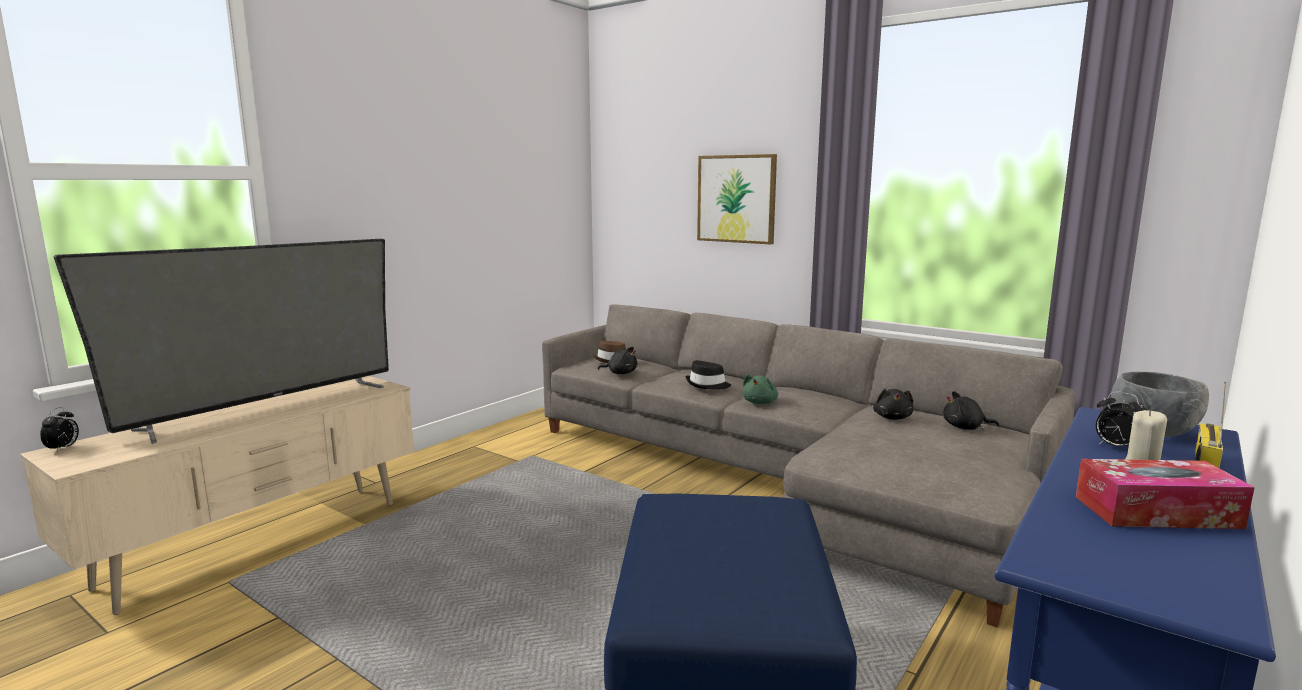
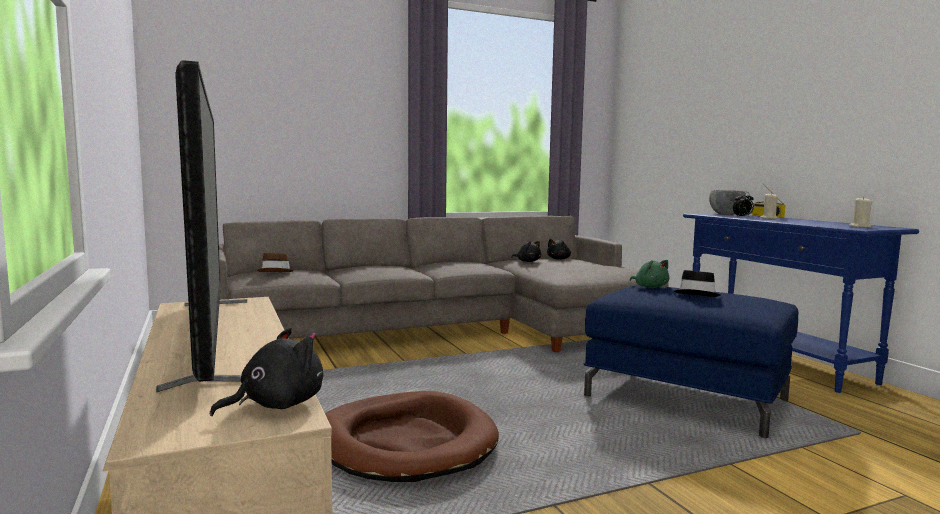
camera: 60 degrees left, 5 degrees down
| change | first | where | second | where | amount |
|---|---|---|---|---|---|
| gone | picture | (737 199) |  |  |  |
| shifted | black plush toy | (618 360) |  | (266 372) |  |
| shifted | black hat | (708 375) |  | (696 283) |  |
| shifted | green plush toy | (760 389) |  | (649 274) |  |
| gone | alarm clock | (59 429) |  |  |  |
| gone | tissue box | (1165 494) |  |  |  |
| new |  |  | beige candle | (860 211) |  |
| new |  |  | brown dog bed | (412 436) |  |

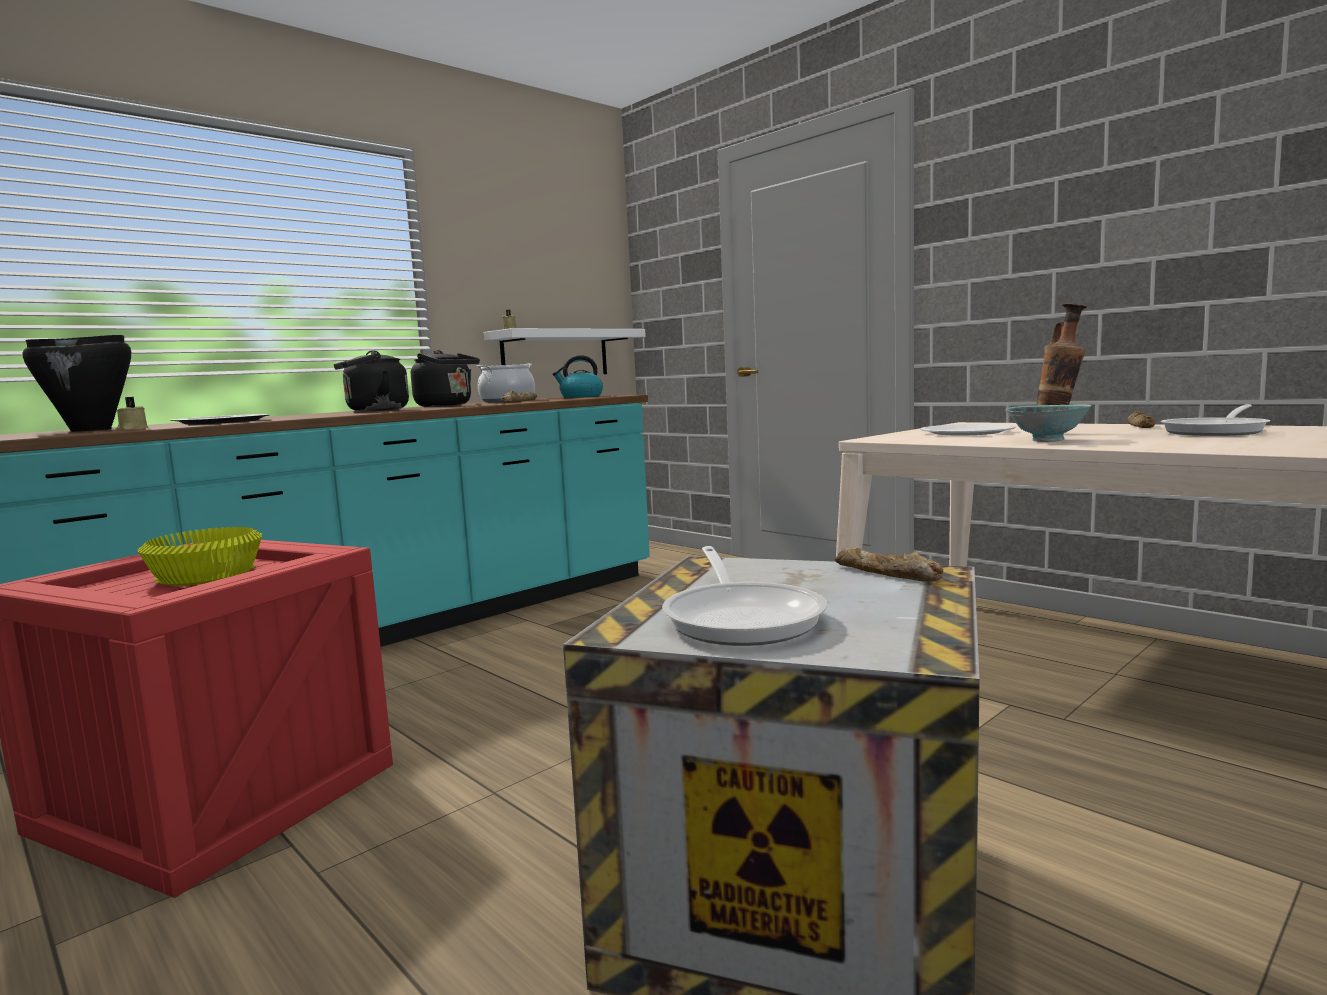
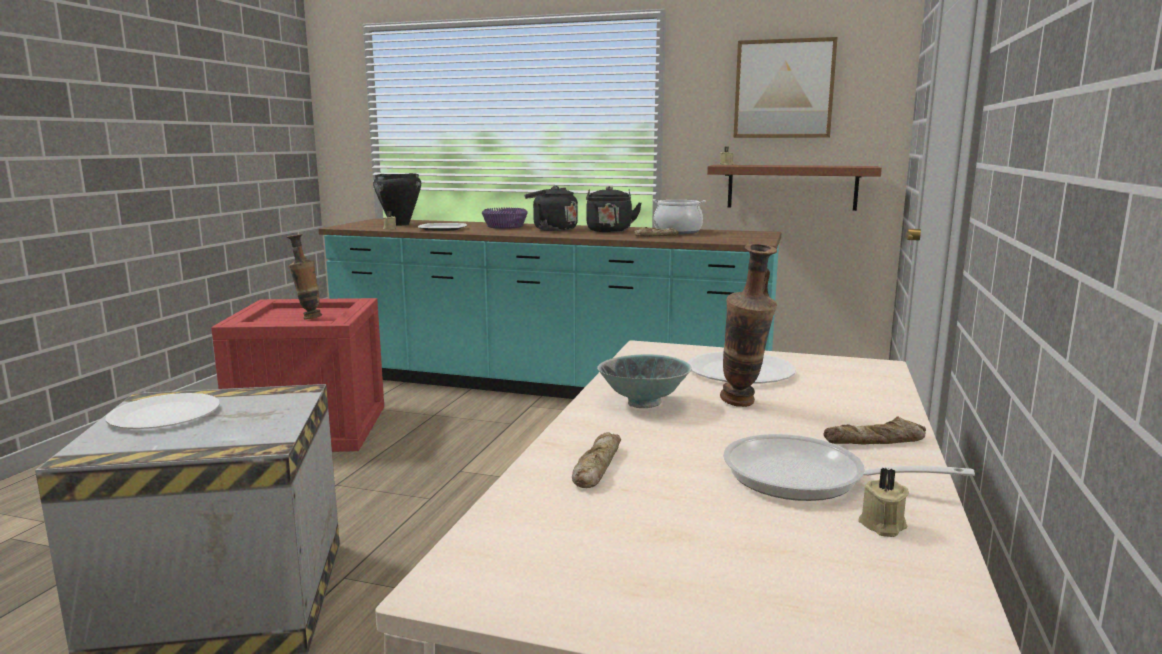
camera: 60 degrees right, 5 degrees up
| change | first | where | second | where | amount |
|---|---|---|---|---|---|
| repainted | white shelf | (565 351) | brown shelf | (794 188) |  |
| gone | kettle | (578 376) |  |  |  |
| swapped | yellow bowl | (199 556) | vase | (304 277) |  |
| swapped | frying pan | (744 596) | white plate | (162 411) |  |
| shifted | bread | (889 565) |  | (596 460) |  |
| new |  |  | picture | (786 87) |  |
| new |  |  | purple bowl | (505 218) |  |
| new |  |  | beige candle | (883 502) |  |

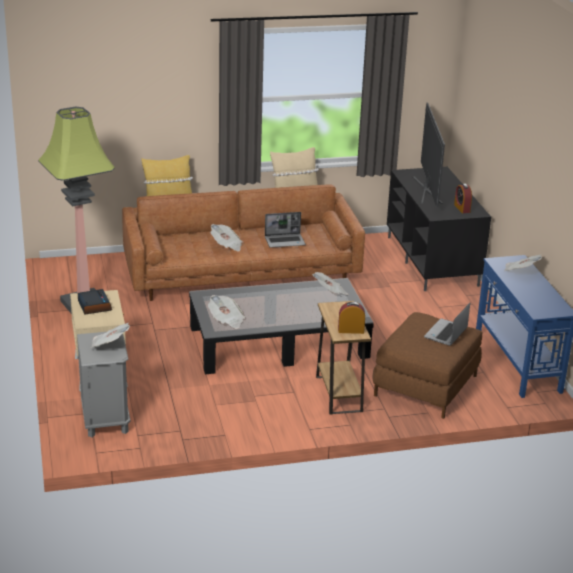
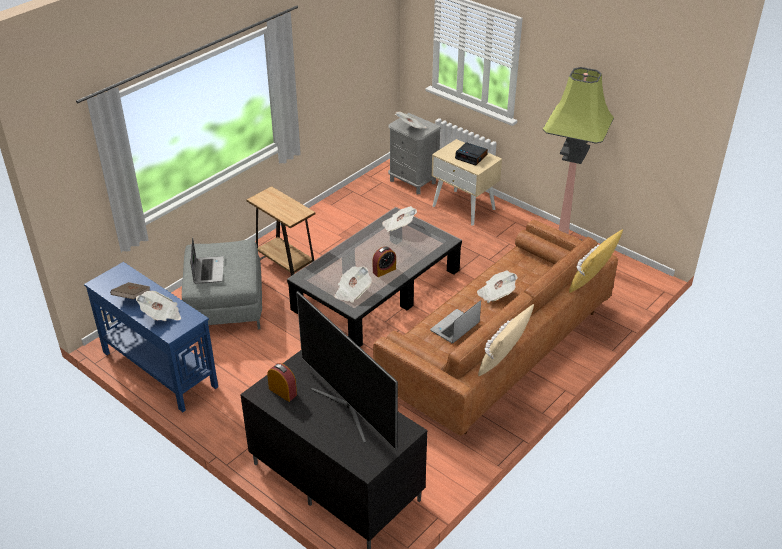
camera: 145 degrees right, 10 degrees up
| change | first | where | second | where | amount |
|---|---|---|---|---|---|
| shifted | alarm clock | (351 318) |  | (384 261) |  |
| repainted | brown ottoman | (427 365) | grey ottoman | (222 284) |  |
| new |  |  | brown book | (130 290) |  |

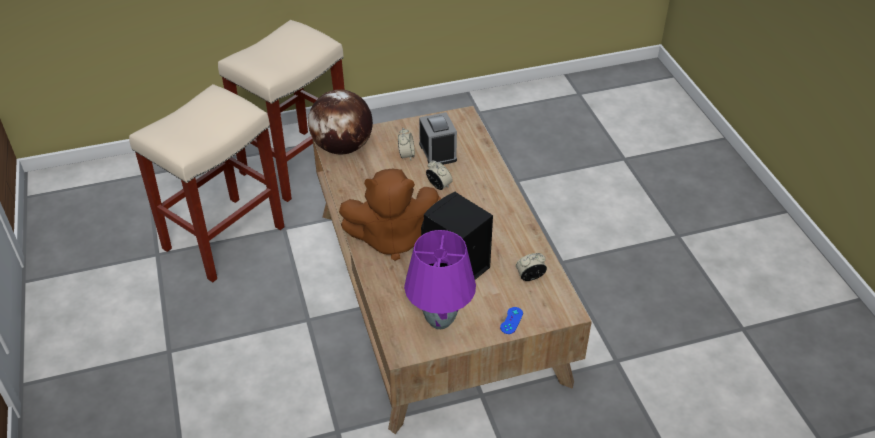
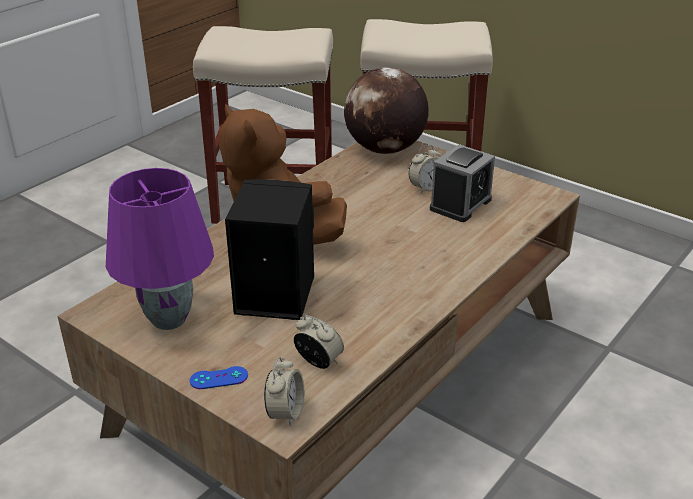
camera: 55 degrees right, 10 degrees down
| change | first | where | second | where | amount |
|---|---|---|---|---|---|
| shifted | alarm clock | (439 175) |  | (284 392) |  |

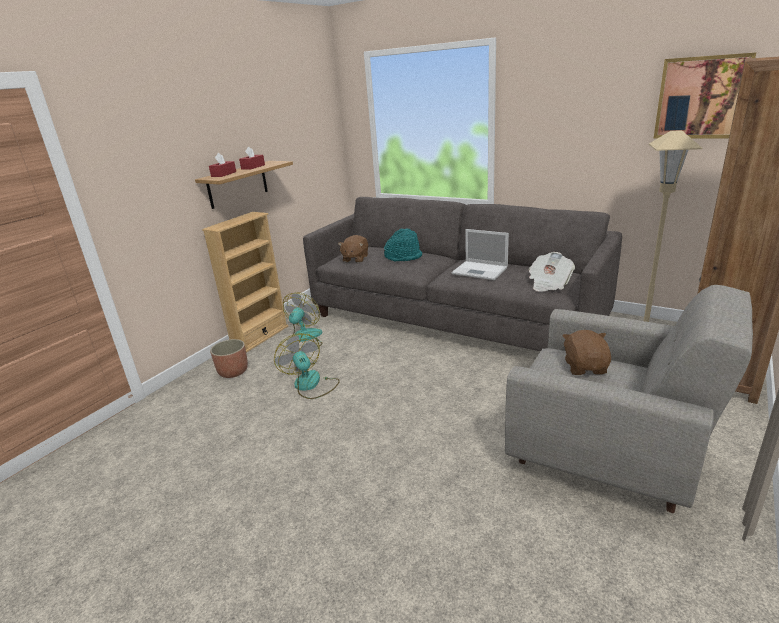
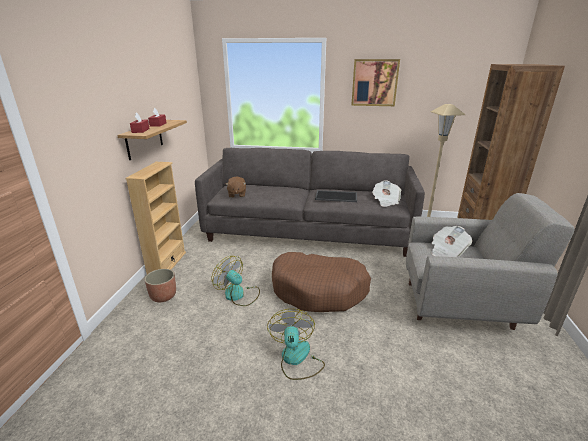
camera: 25 degrees left, 0 degrees up
| change | first | where | second | where | amount |
|---|---|---|---|---|---|
| shifted | picture | (704 95) |  | (375 82) |  |
| gone | turquoise hat | (403 244) |  |  |  |
| swapped | laptop | (480 254) | tray | (336 196) |  |
| shifted | fan | (302 320) |  | (296 344) |  |
| swapped | brown plush toy | (586 352) | newspaper | (451 241) |  |
| new |  |  | brown dog bed | (321 282) |  |

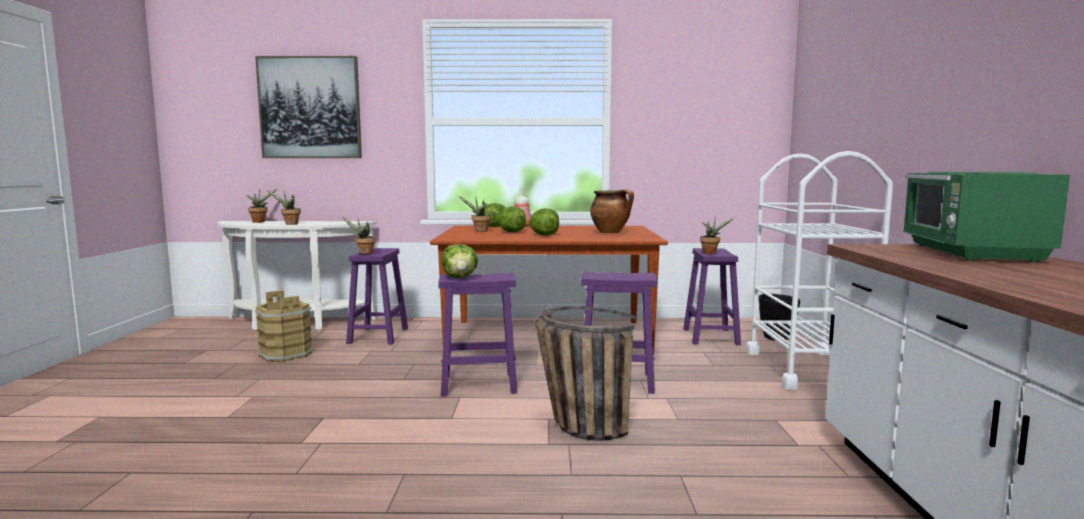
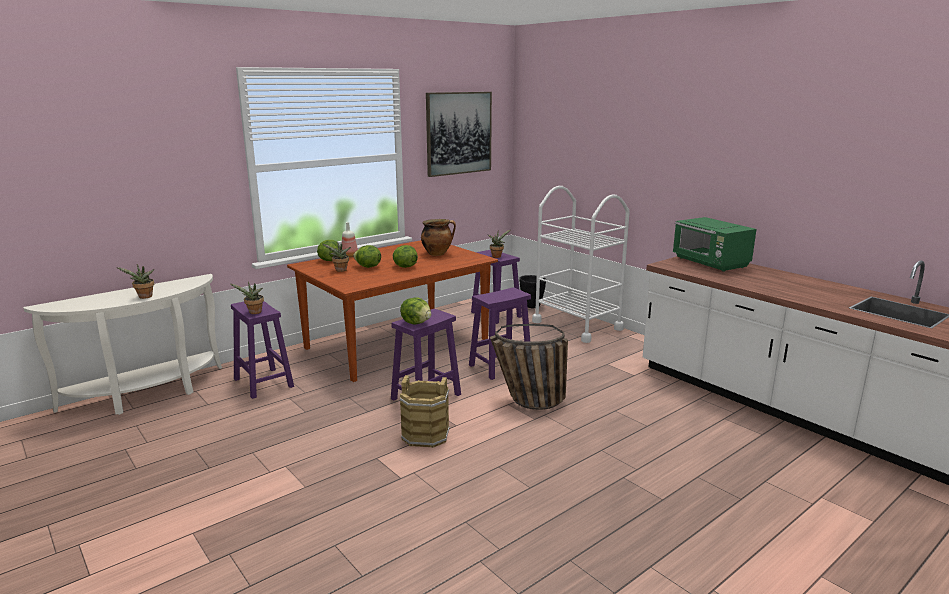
camera: 40 degrees left, 10 degrees up
| change | first | where | second | where | amount |
|---|---|---|---|---|---|
| shifted | picture | (308 107) |  | (459 134) |  |
| gone | potted plant | (261 206) |  |  |  |
| shifted | brown bucket | (284 326) |  | (425 411) |  |

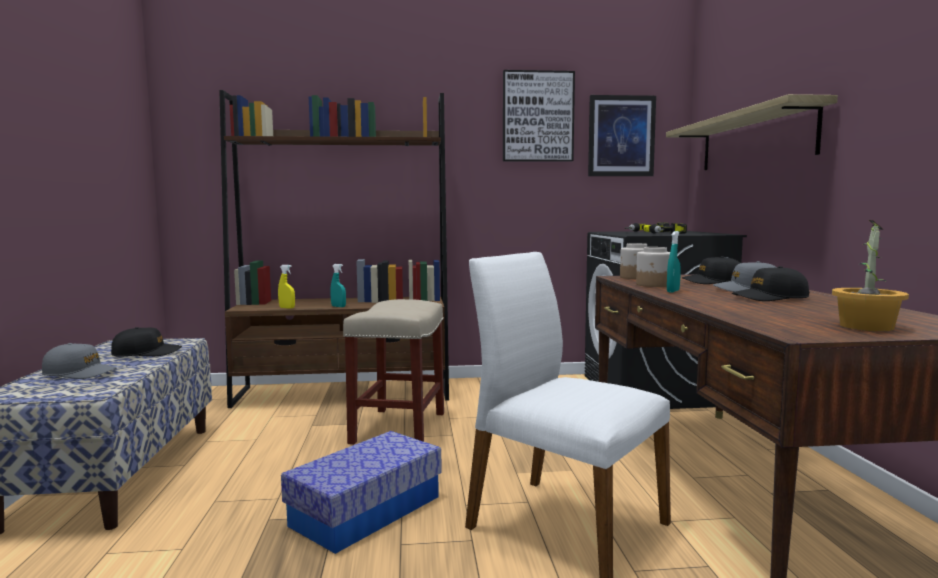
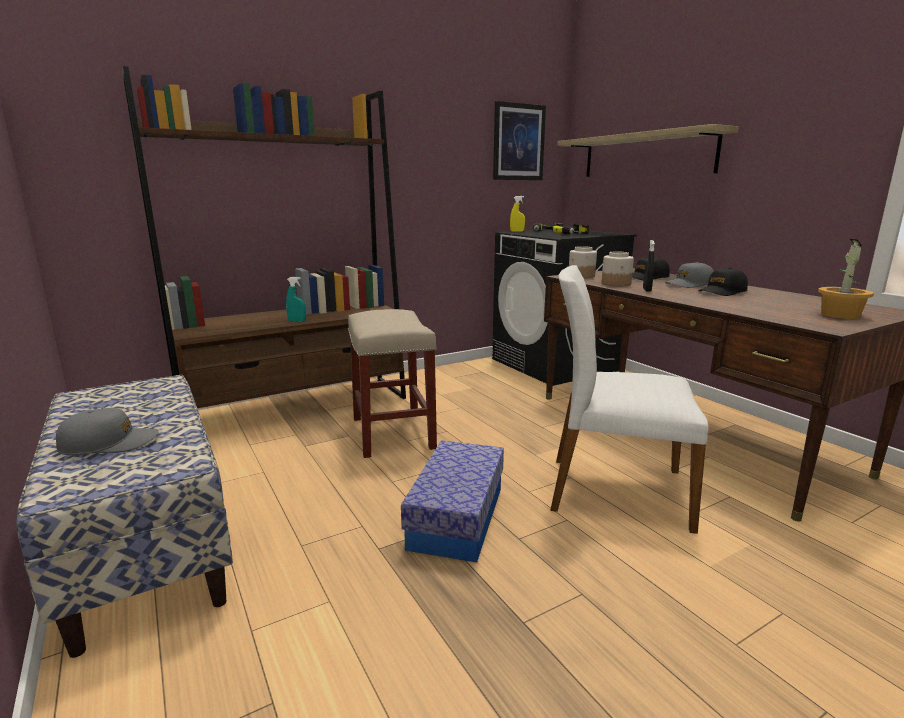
camera: 25 degrees left, 10 degrees up
| change | first | where | second | where | amount |
|---|---|---|---|---|---|
| gone | picture | (539 116) |  |  |  |
| repainted | turquoise spray bottle | (674 262) | black spray bottle | (649 266) |  |
| shifted | yellow spray bottle | (286 287) |  | (517 214) |  |
| gone | black cap | (146 342) |  |  |  |

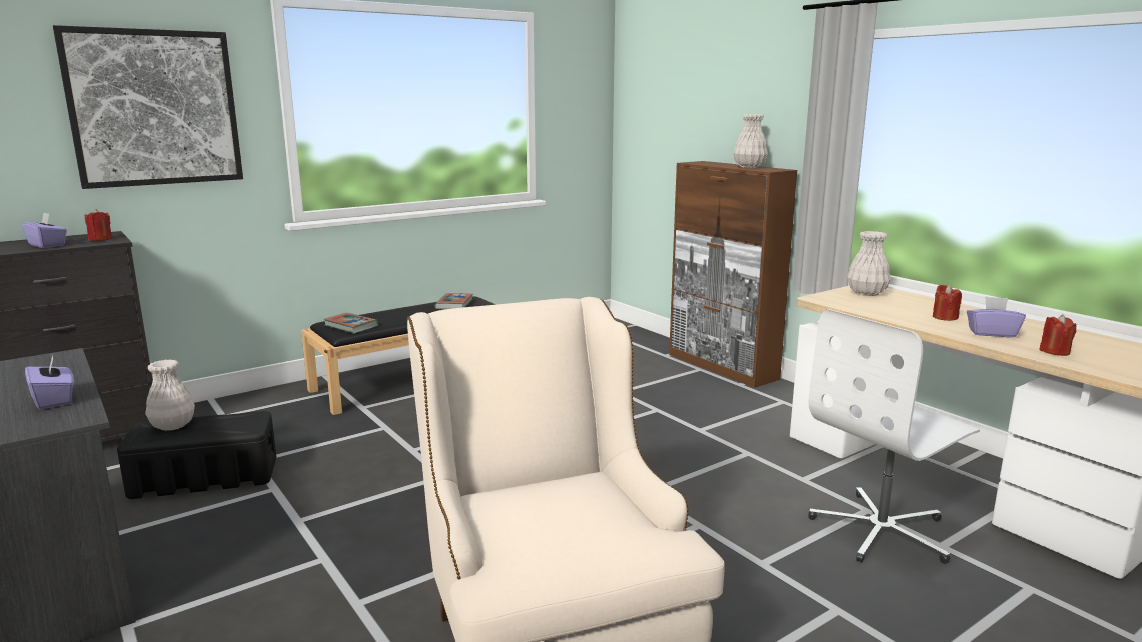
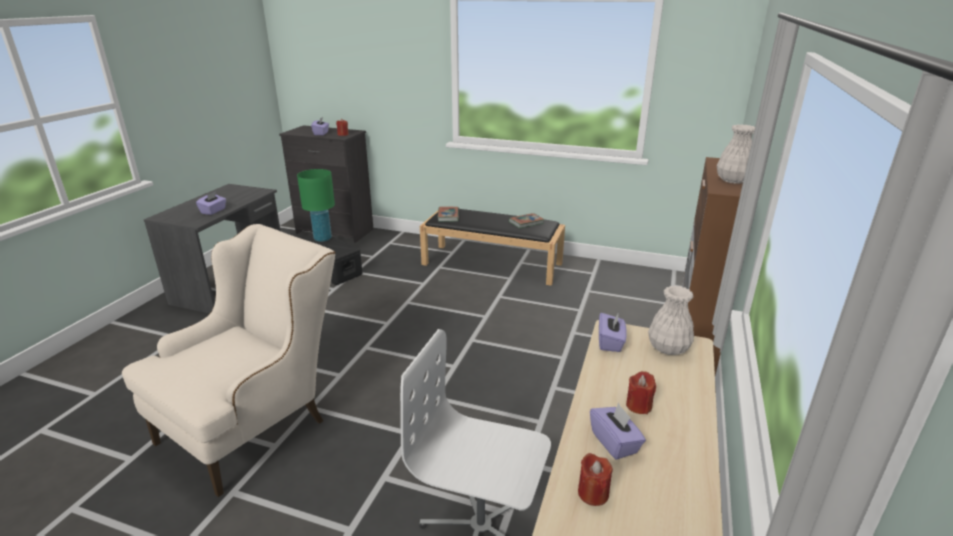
camera: 55 degrees right, 10 degrees up
| change | first | where | second | where | amount |
|---|---|---|---|---|---|
| gone | picture | (148 107) |  |  |  |
| swapped | white vase | (170 395) | green table lamp | (316 205) |  |
| new |  |  | purple tissue box | (613 332) |  |

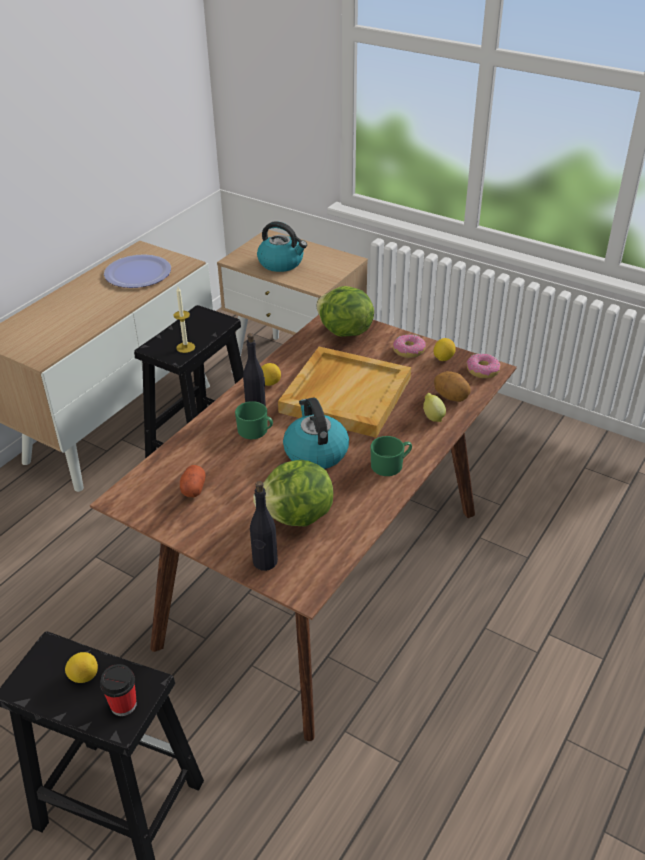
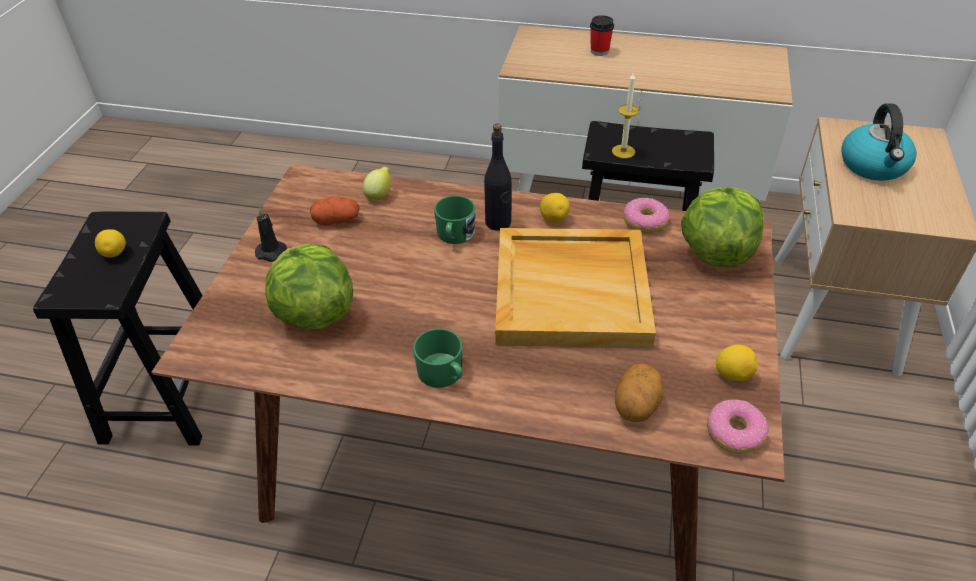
camera: 70 degrees right, 5 degrees up
| change | first | where | second | where | amount |
|---|---|---|---|---|---|
| gone | plate | (137 271) |  |  |  |
| shifted | donut | (409 346) |  | (647 215) |  |
| shifted | lemon | (434 407) |  | (376 184) |  |
| gone | kettle | (316 433) |  |  |  |
| gone | black bottle | (264 526) |  |  |  |
| shifted | cup | (118 690) |  | (602 35) |  |
| new |  |  | black candle | (271 234) |  |

